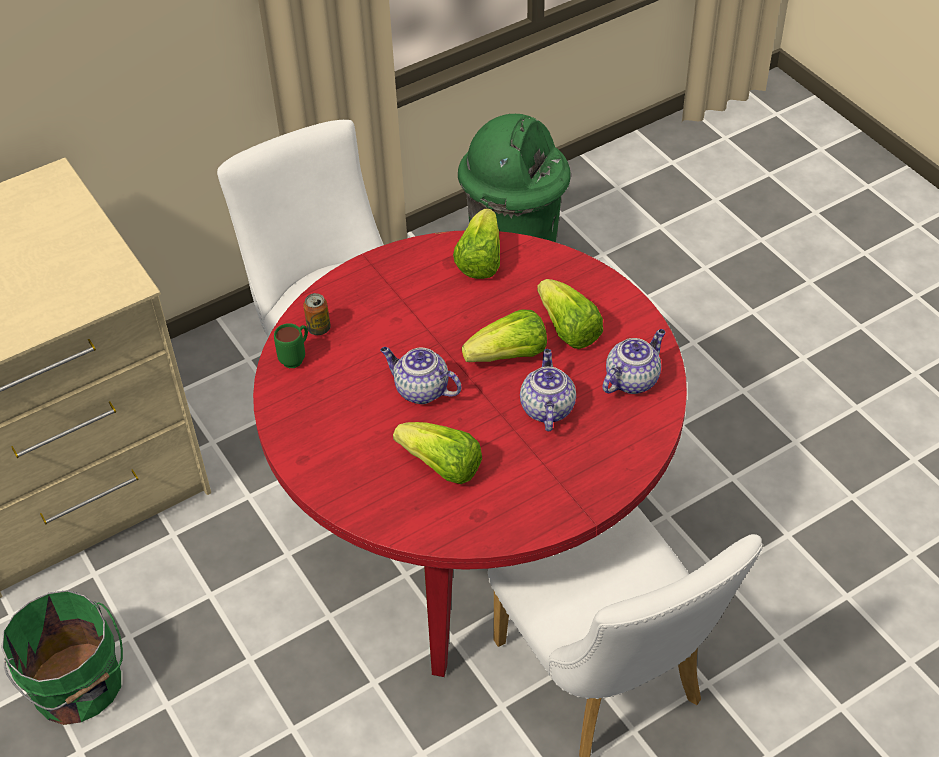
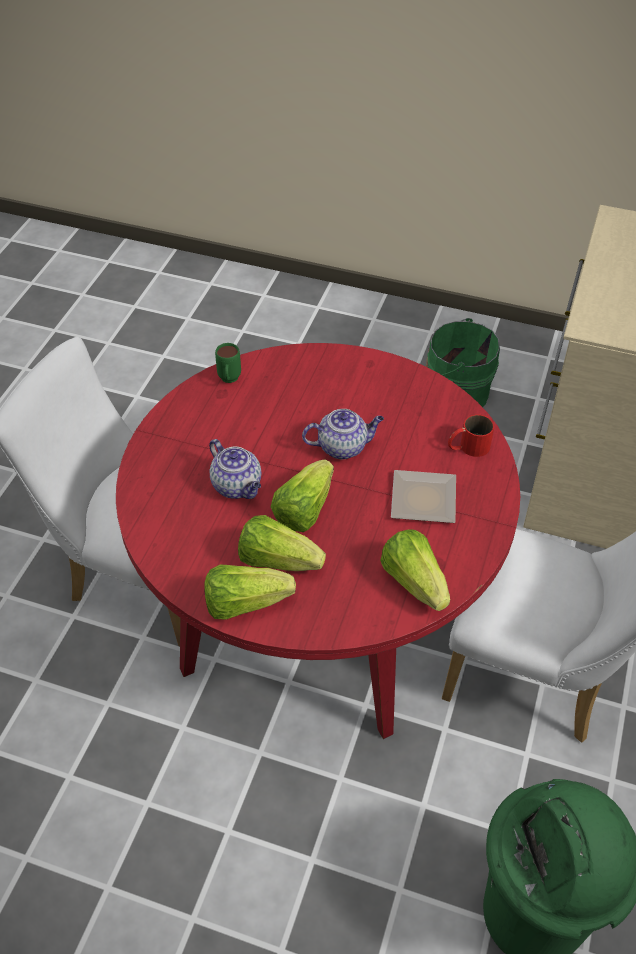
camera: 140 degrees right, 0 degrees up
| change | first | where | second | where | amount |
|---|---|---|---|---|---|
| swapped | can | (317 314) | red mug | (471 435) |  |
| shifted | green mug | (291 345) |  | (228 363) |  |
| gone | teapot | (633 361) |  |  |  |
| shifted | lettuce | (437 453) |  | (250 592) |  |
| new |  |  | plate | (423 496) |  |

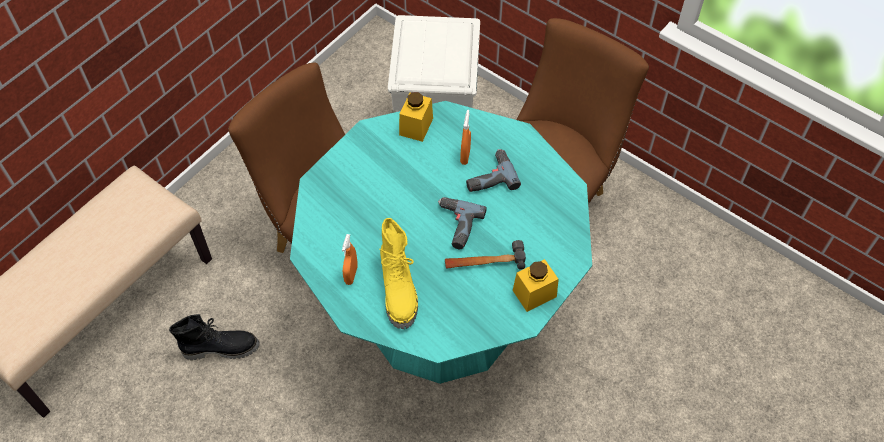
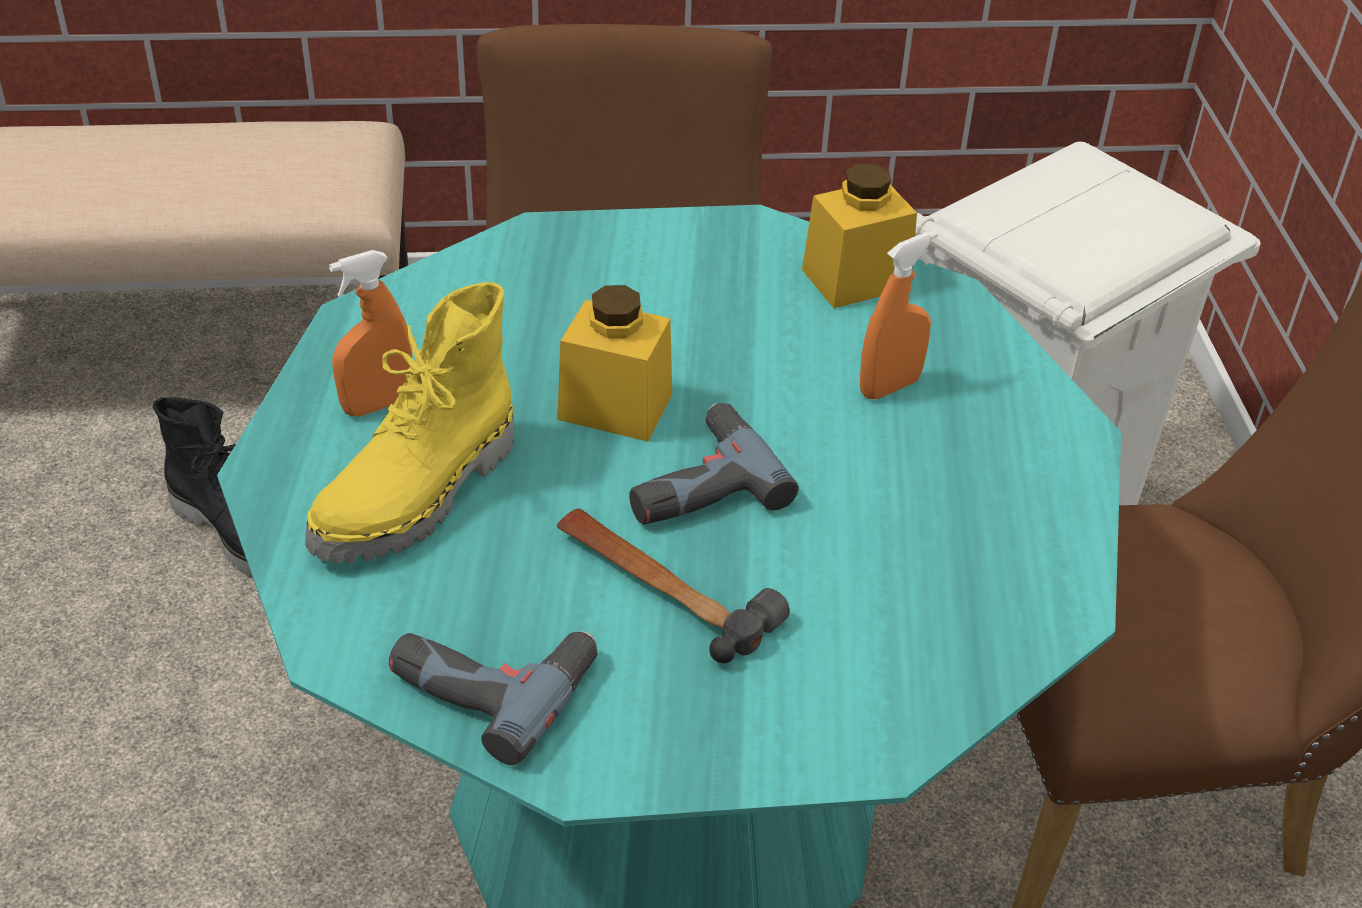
camera: 45 degrees right, 15 degrees down
| change | first | where | second | where | amount |
|---|---|---|---|---|---|
| shifted | power drill | (493 170) |  | (493 698) |  |
| shifted | yellow jar | (536 285) |  | (614 363) |  |

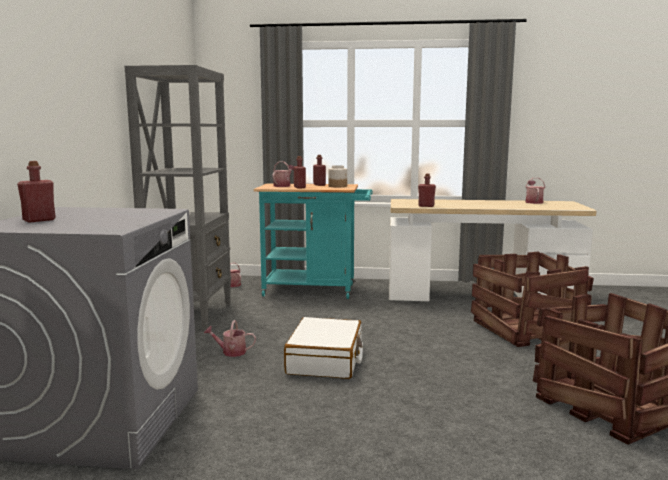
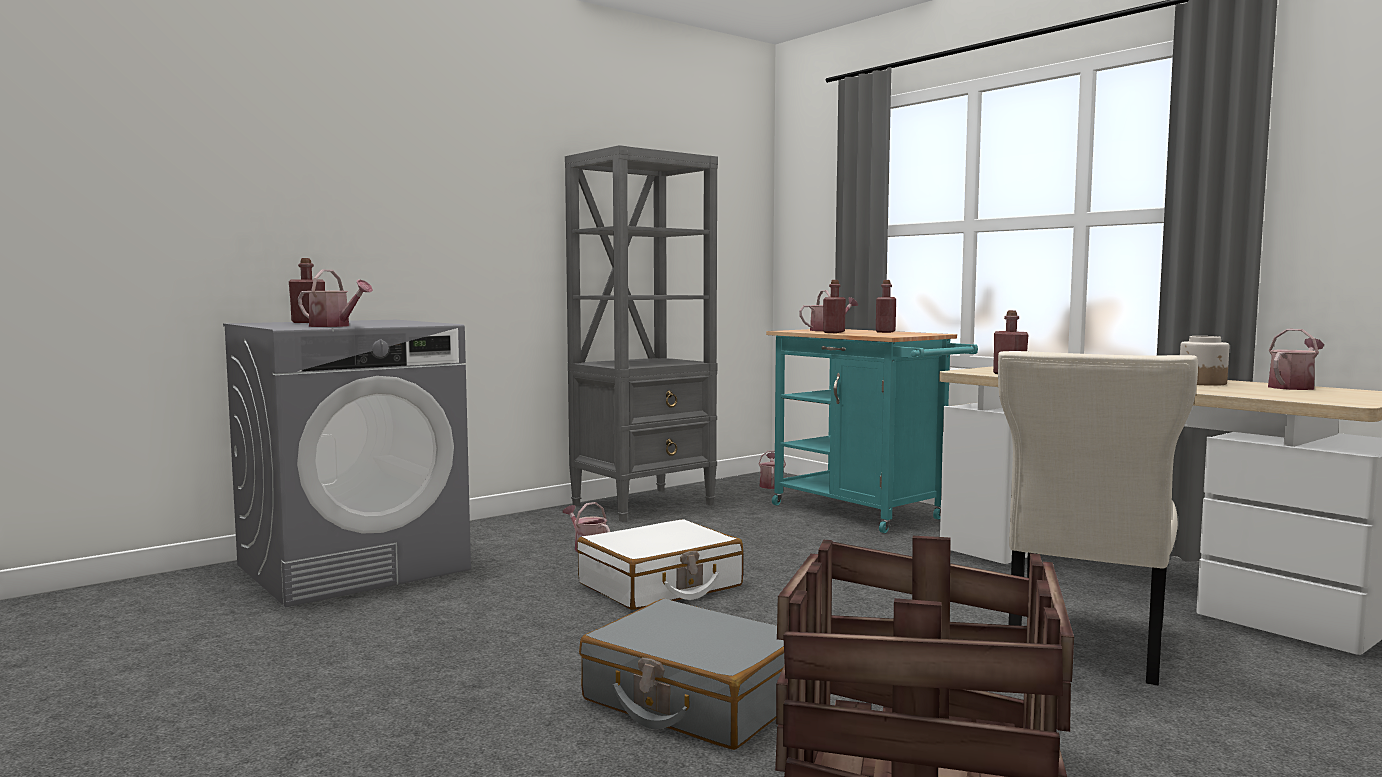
camera: 45 degrees right, 5 degrees down
| change | first | where | second | where | amount |
|---|---|---|---|---|---|
| shifted | jar | (337 176) |  | (1204 361) |  |
| swapped | crate | (532 299) | beige chair | (1098 518) |  |
| new |  |  | watering can | (335 298) |  |
| new |  |  | grey suitcase | (682 674) |  |

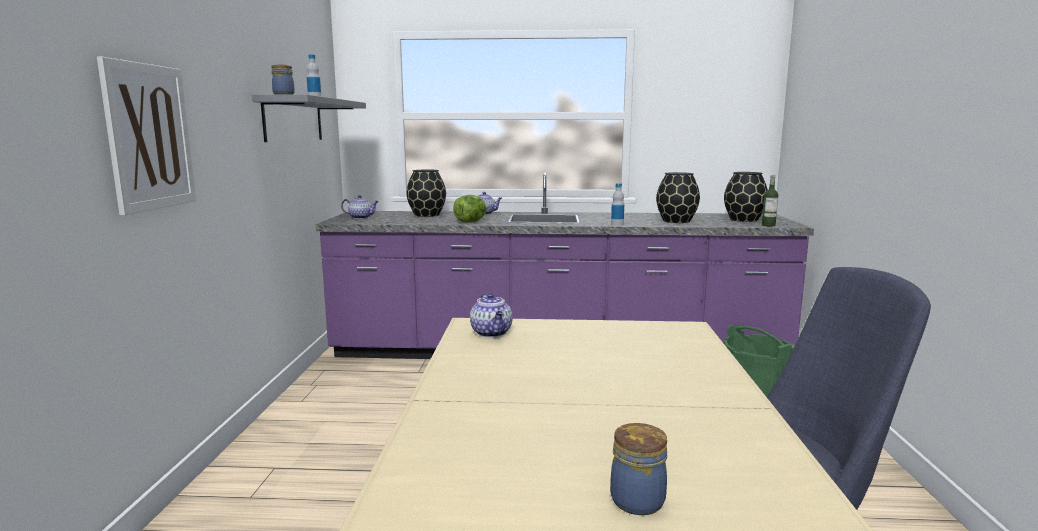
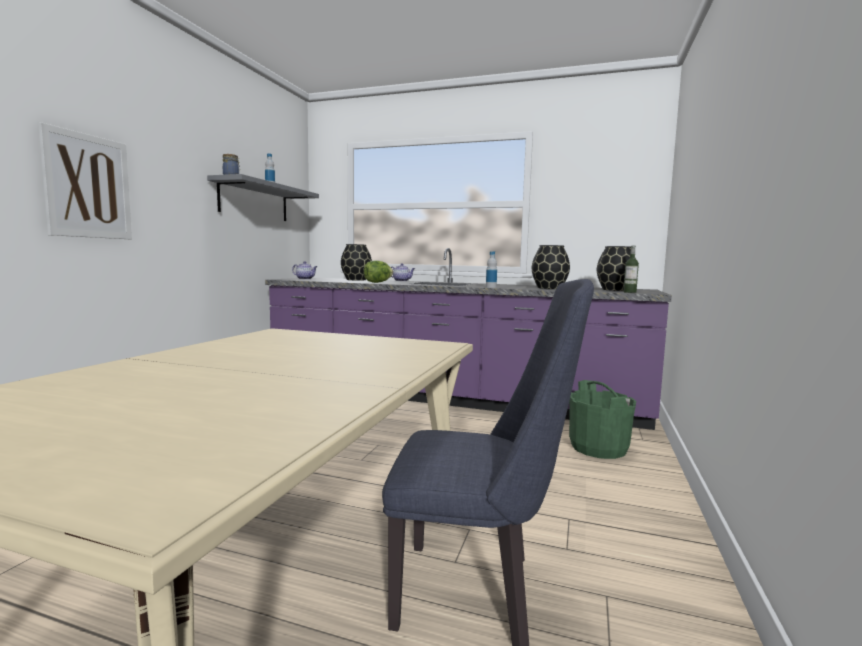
camera: 15 degrees right, 5 degrees down
| change | first | where | second | where | amount |
|---|---|---|---|---|---|
| gone | teapot | (491 315) |  |  |  |
| gone | jar | (638 469) |  |  |  |

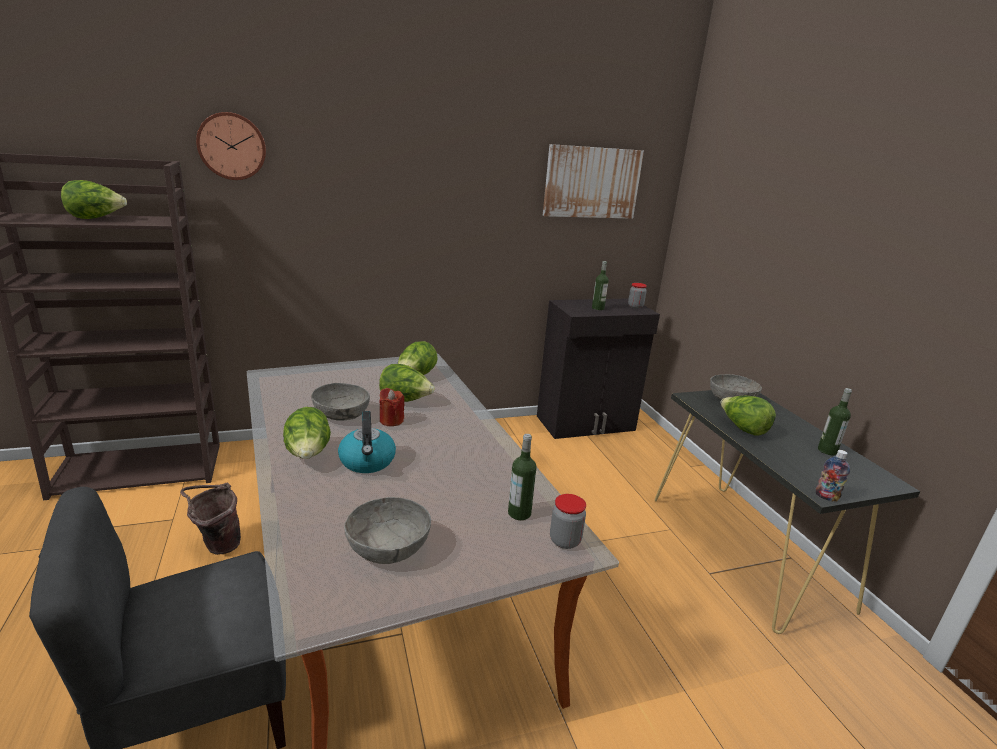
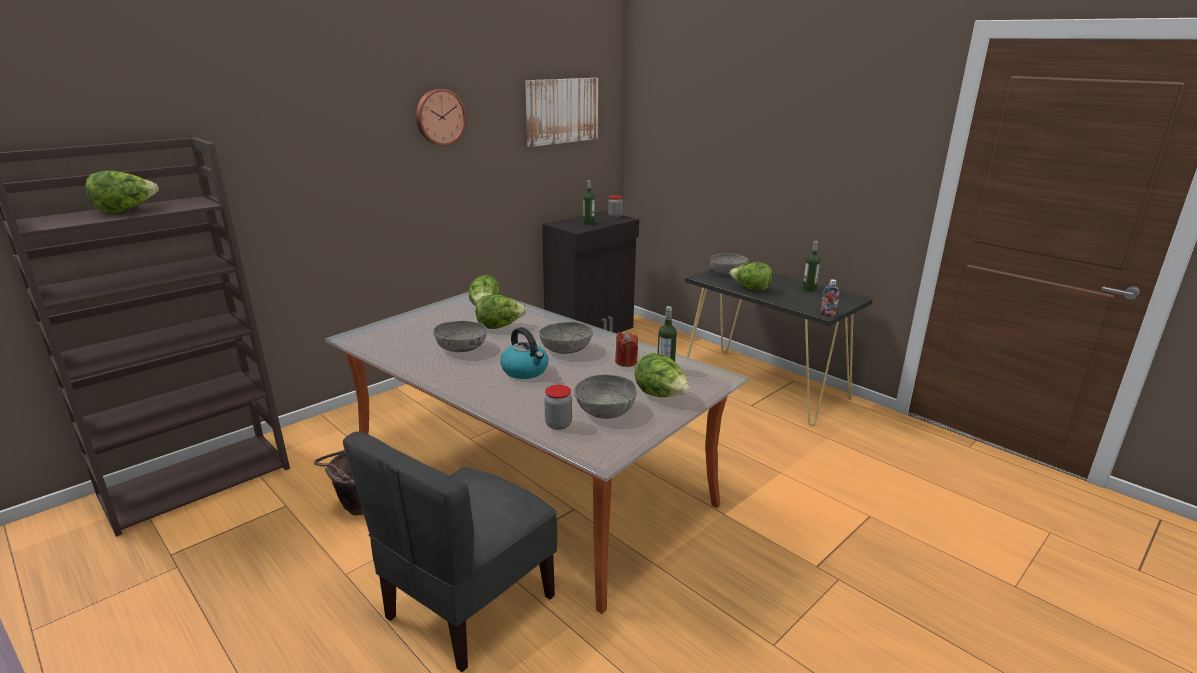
camera: 25 degrees left, 0 degrees up
| change | first | where | second | where | amount |
|---|---|---|---|---|---|
| shifted | wall clock | (231 146) |  | (441 117) |  |
| shifted | red candle | (392 407) |  | (626 349) |  |
| shifted | lettuce | (307 433) |  | (662 375) |  |
| shifted | jar | (568 521) |  | (558 407) |  |
| new |  |  | grey bowl | (566 338) |  |

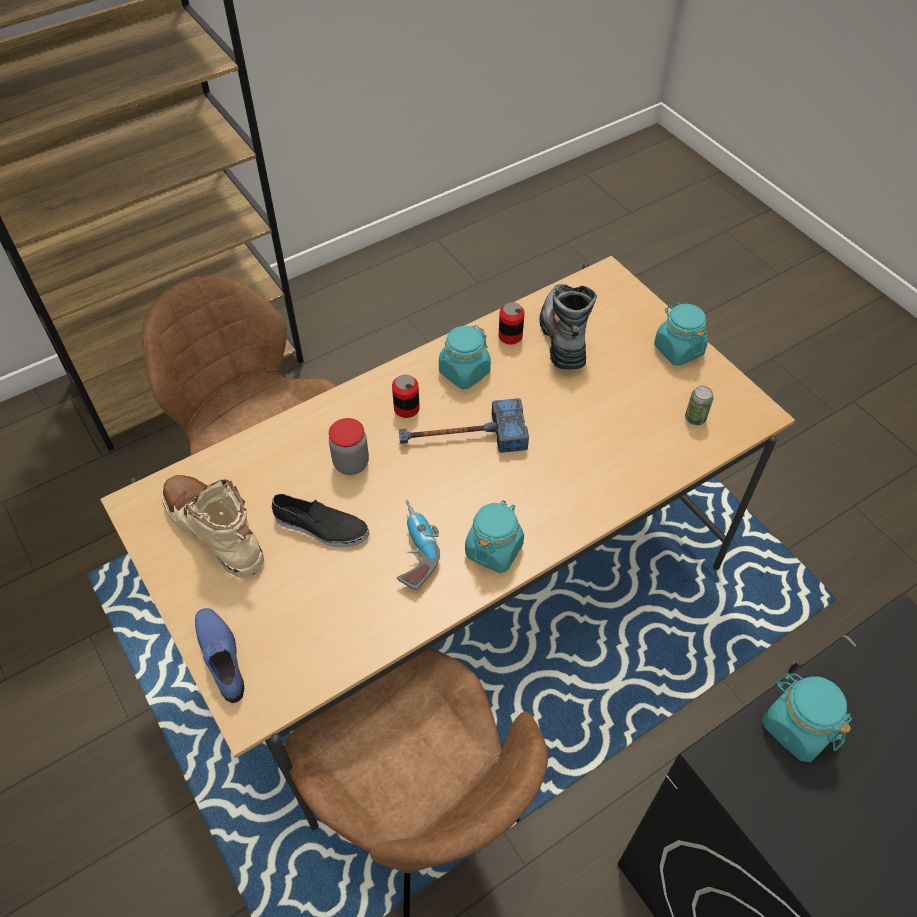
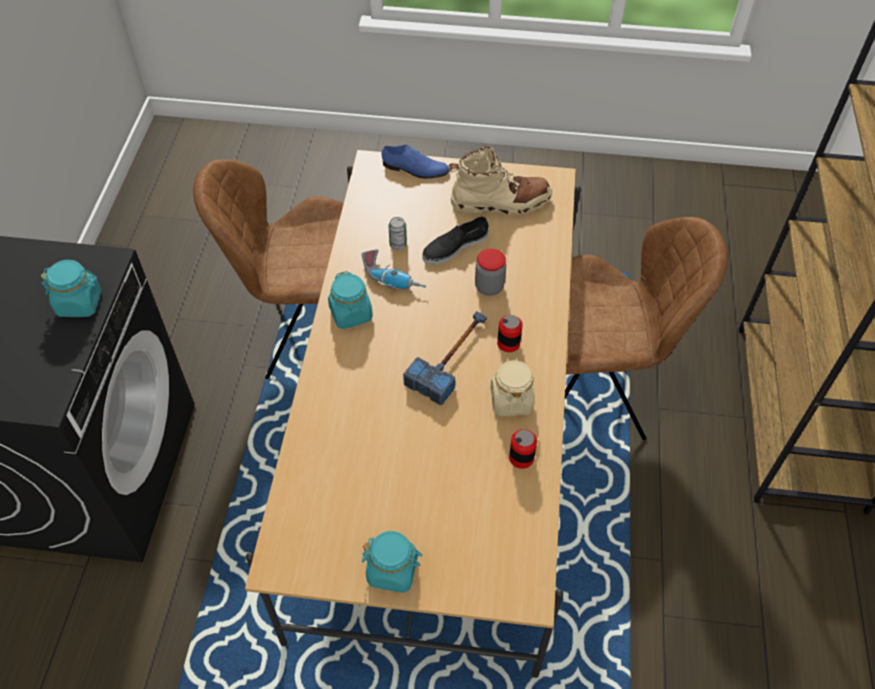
camera: 130 degrees right, 0 degrees up
| change | first | where | second | where | amount |
|---|---|---|---|---|---|
| gone | boot | (568 326) |  |  |  |
| repainted | turquoise jar | (465 357) | beige jar | (513 387) |  |
| shifted | can | (699 405) |  | (398 233) |  |

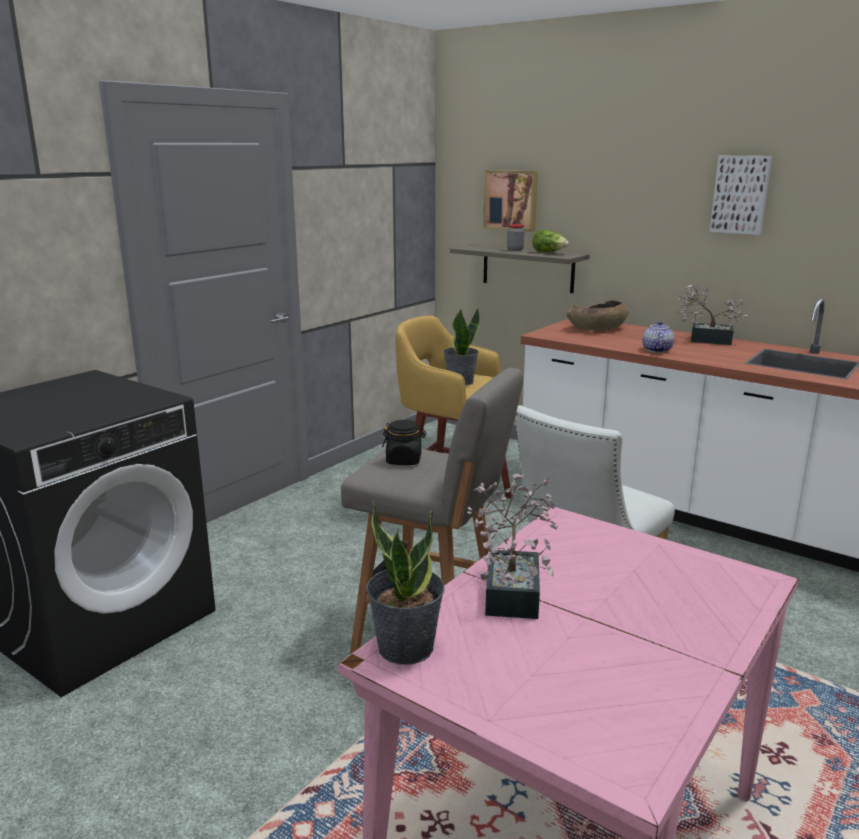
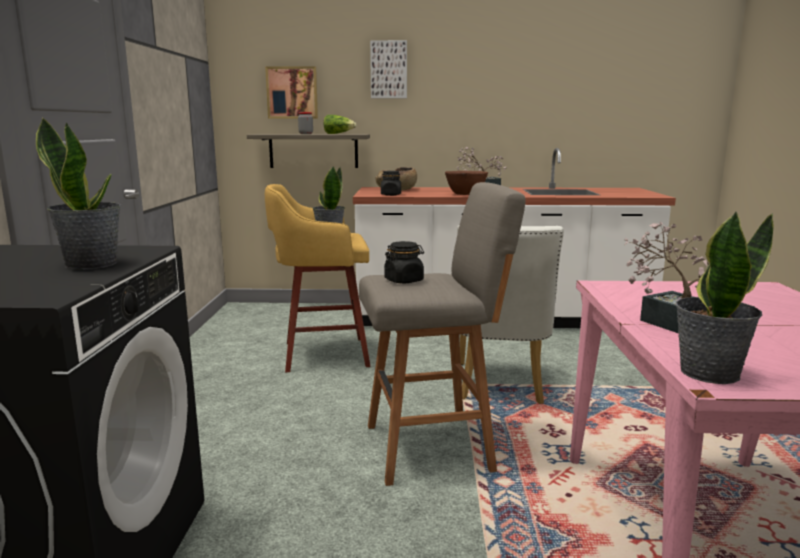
camera: 35 degrees left, 5 degrees down
| change | first | where | second | where | amount |
|---|---|---|---|---|---|
| shifted | picture | (741 195) |  | (388 69) |  |
| swapped | teapot | (658 337) | brown bowl | (466 183) |  |
| new |  |  | potted plant | (78 193) |  |
| new |  |  | black jar | (391 183) |  |

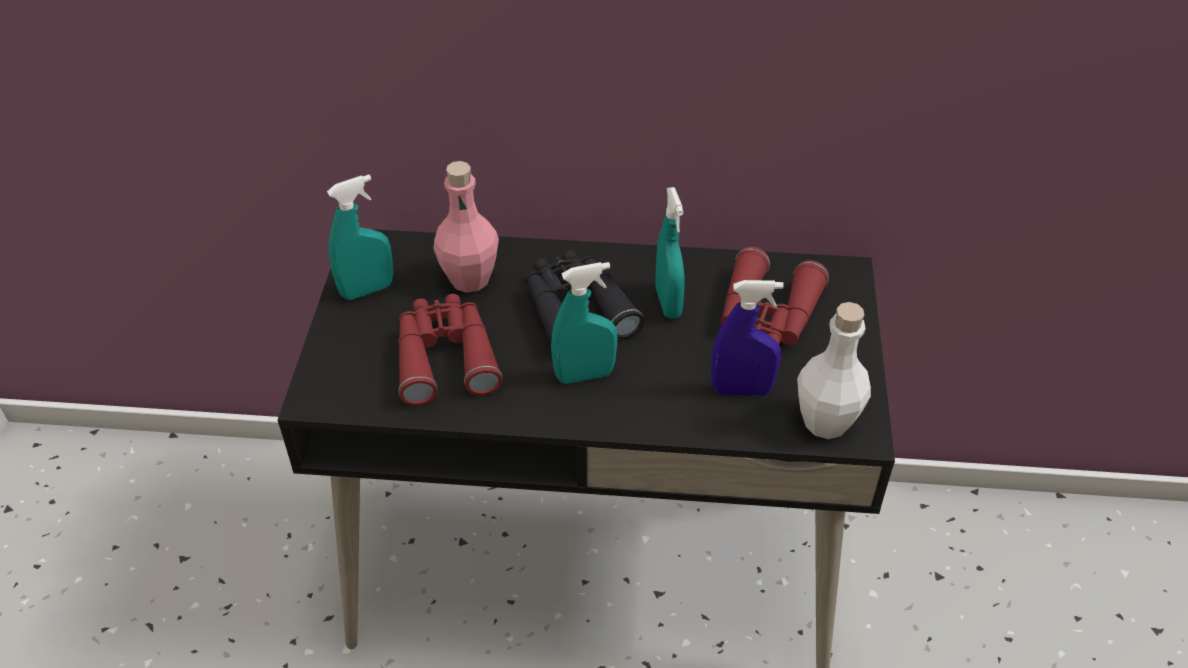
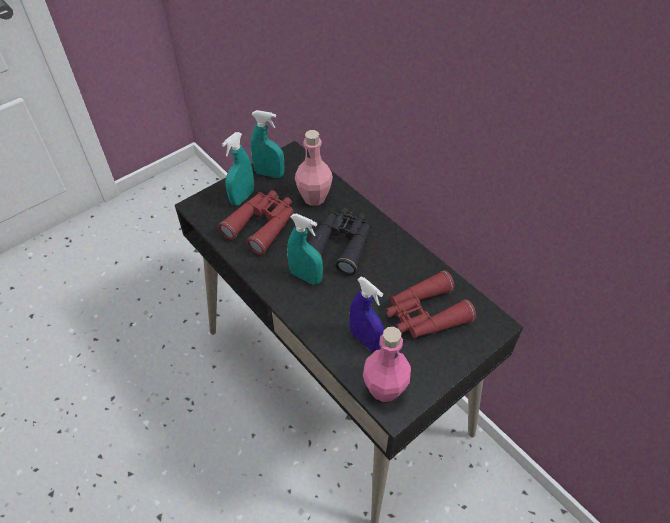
camera: 45 degrees right, 5 degrees up
| change | first | where | second | where | amount |
|---|---|---|---|---|---|
| shifted | turquoise spray bottle | (670 253) |  | (238 169) |  |
| repainted | white bottle | (834 370) | pink bottle | (387 364) |  |

